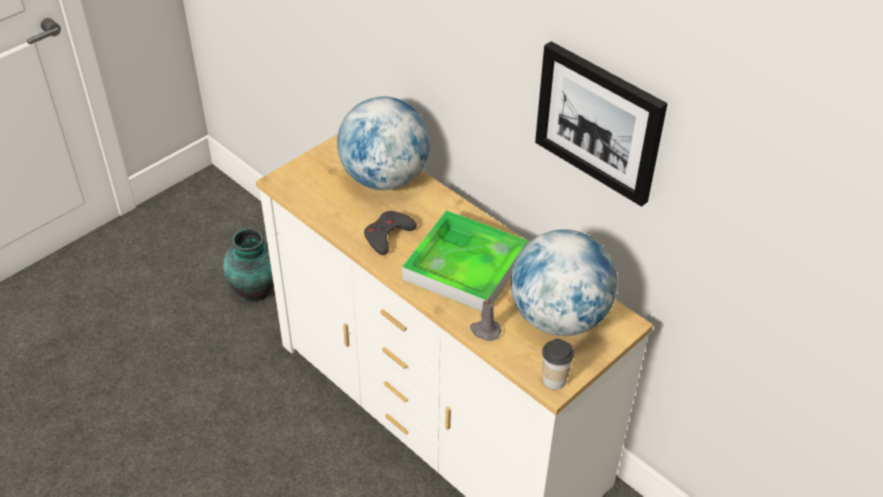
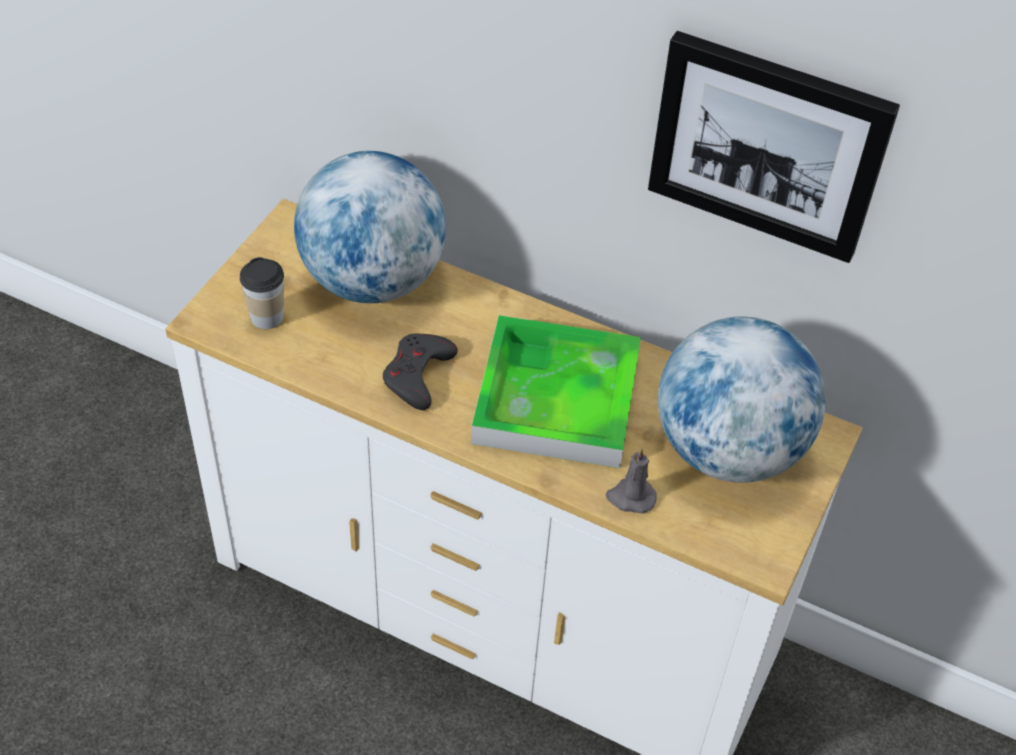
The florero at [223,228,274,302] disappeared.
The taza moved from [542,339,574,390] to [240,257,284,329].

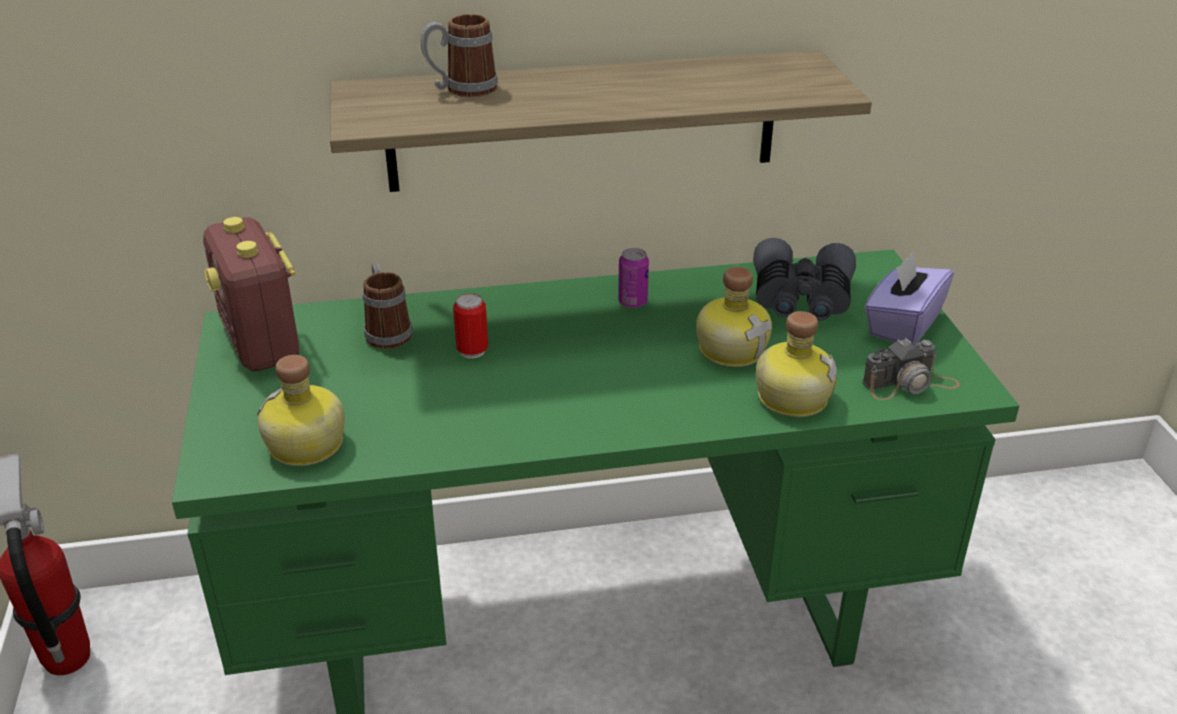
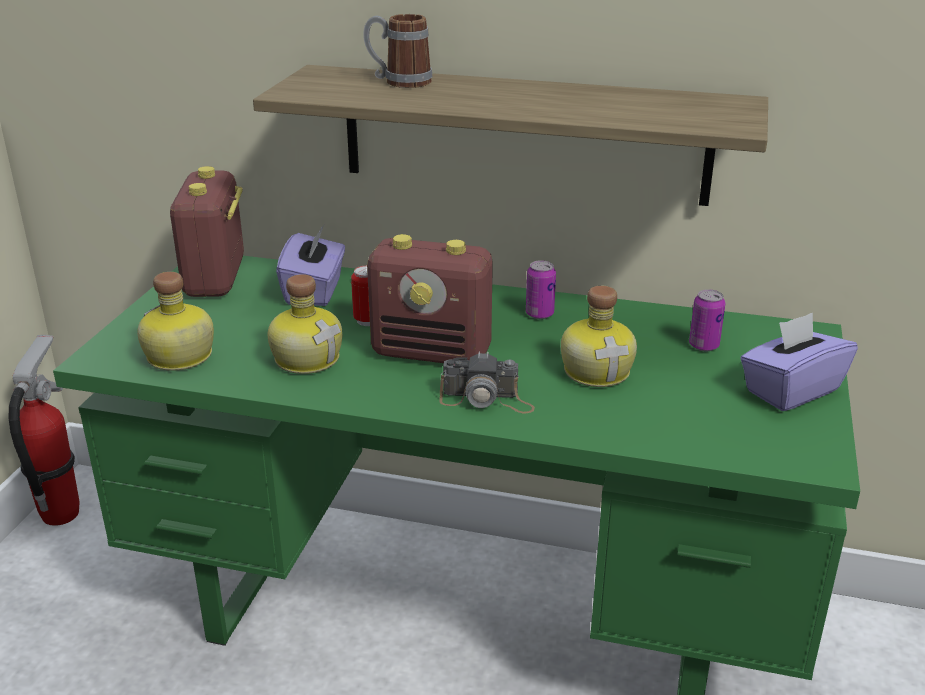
The prismáticos/gris at [753,238,856,320] was replaced by the lata at [689,289,725,351].
The taza grande at [363,263,413,349] was replaced by the caja de pañuelos/morado at [276,225,345,306].
The botella moved from [756,311,837,417] to [267,274,342,374].
The cámara moved from [862,338,960,400] to [439,352,535,413].
The radio at [367,234,493,363] appeared.

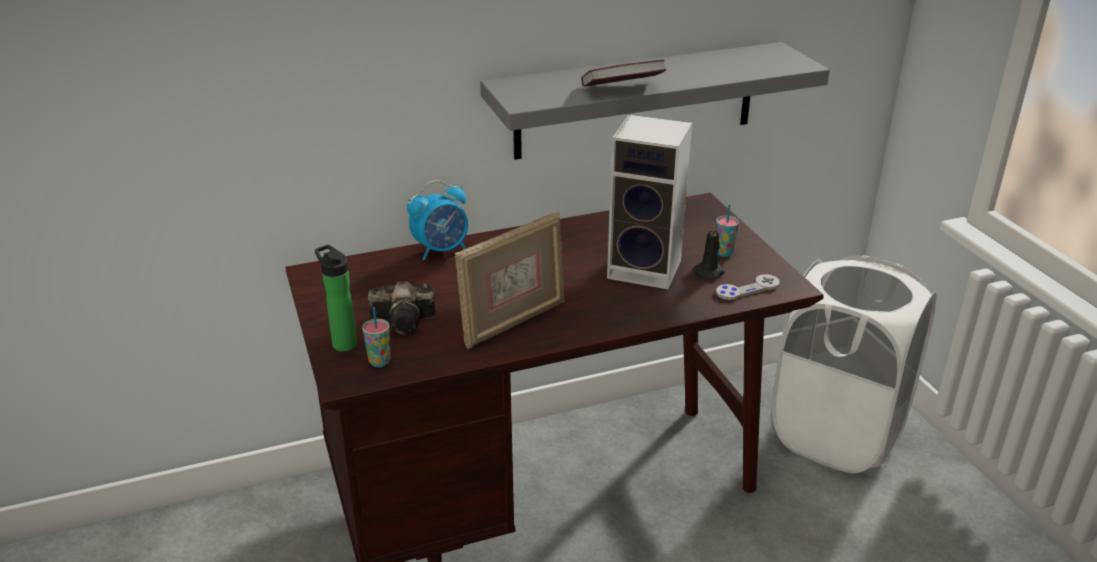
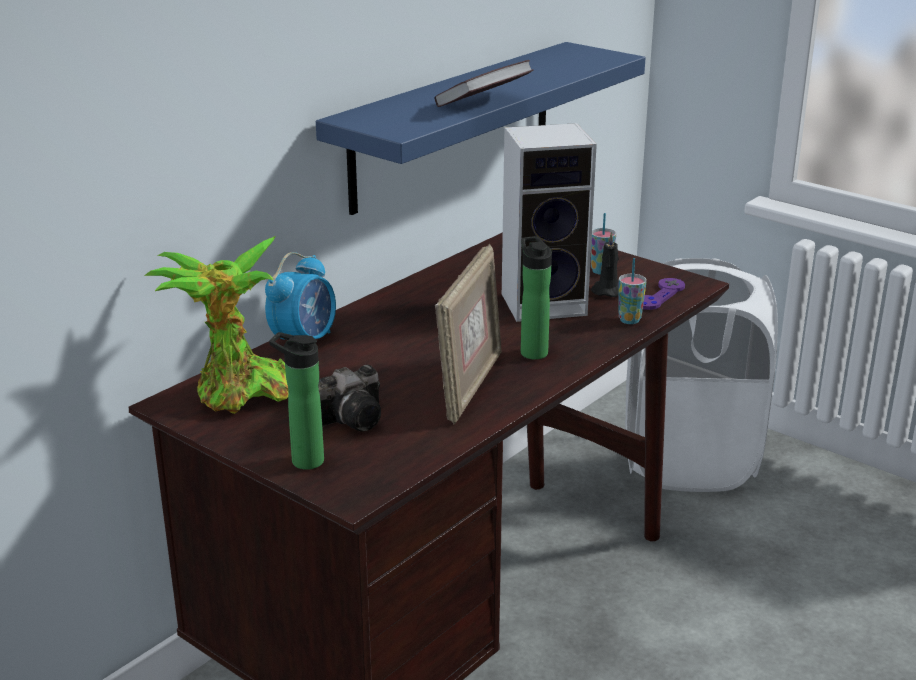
The estante/gris at [480,42,830,160] became the estante/azul at [316,42,645,215].
The mando de consola/gris at [716,274,780,300] became the mando de consola/morado at [643,278,685,310].
The taza moved from [362,307,391,367] to [619,258,647,324].
The planta en maceta at [144,236,288,414] appeared.
The botella at [521,236,552,360] appeared.

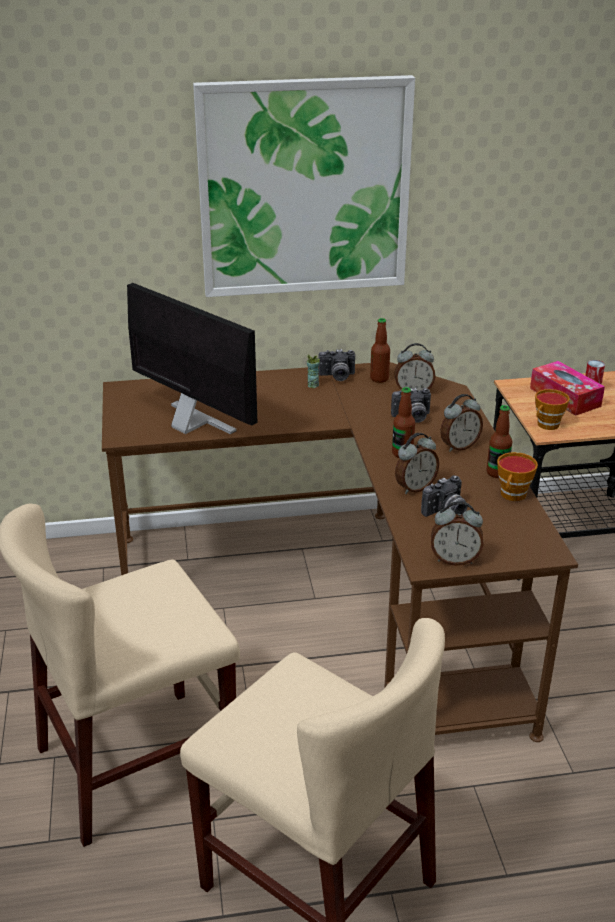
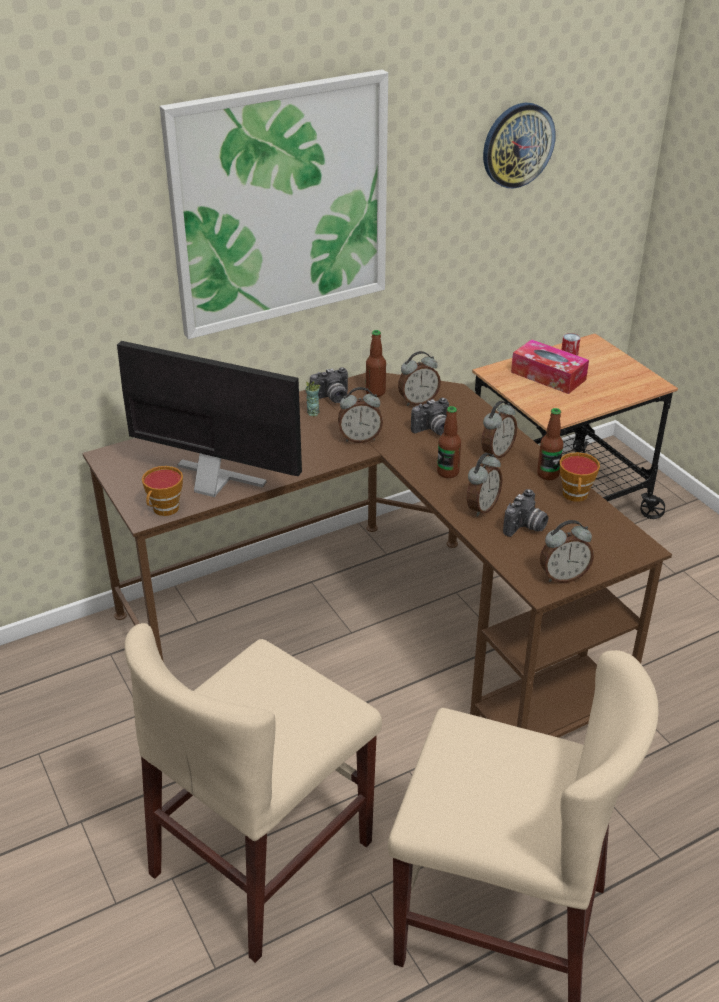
The taza moved from [535,389,570,430] to [142,466,183,516].
The reloj de pared at [483,103,556,188] appeared.
The despertador at [338,387,383,443] appeared.

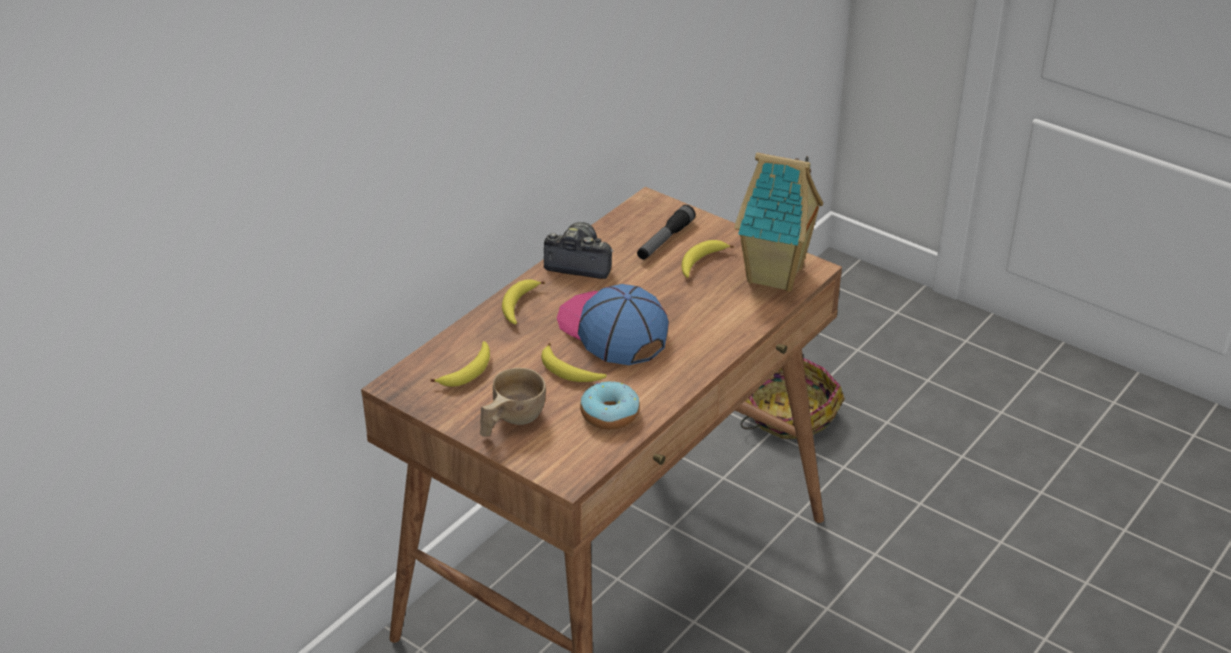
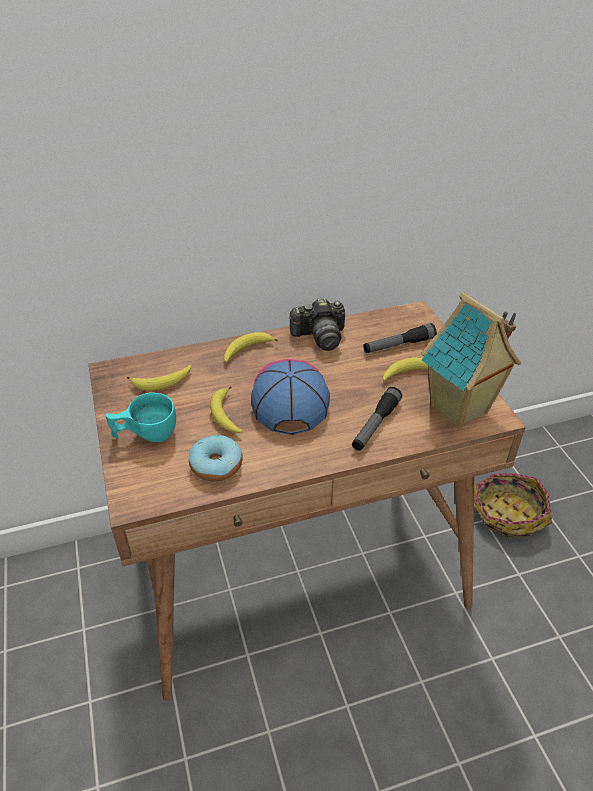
The cámara at [544,222,614,279] turned 120 degrees clockwise.
The taza/beis at [480,368,546,436] became the taza/turquesa at [106,392,176,442].
The linterna at [352,387,402,451] appeared.

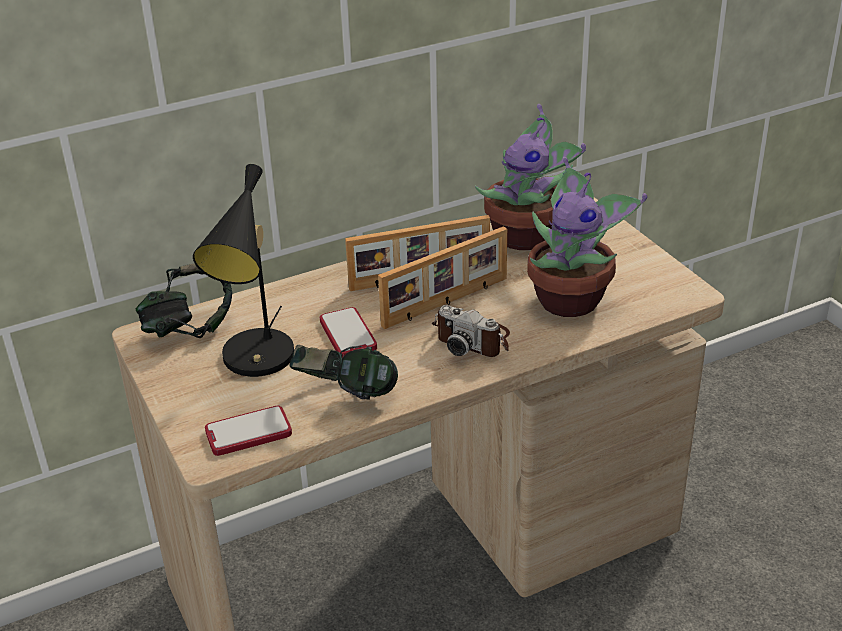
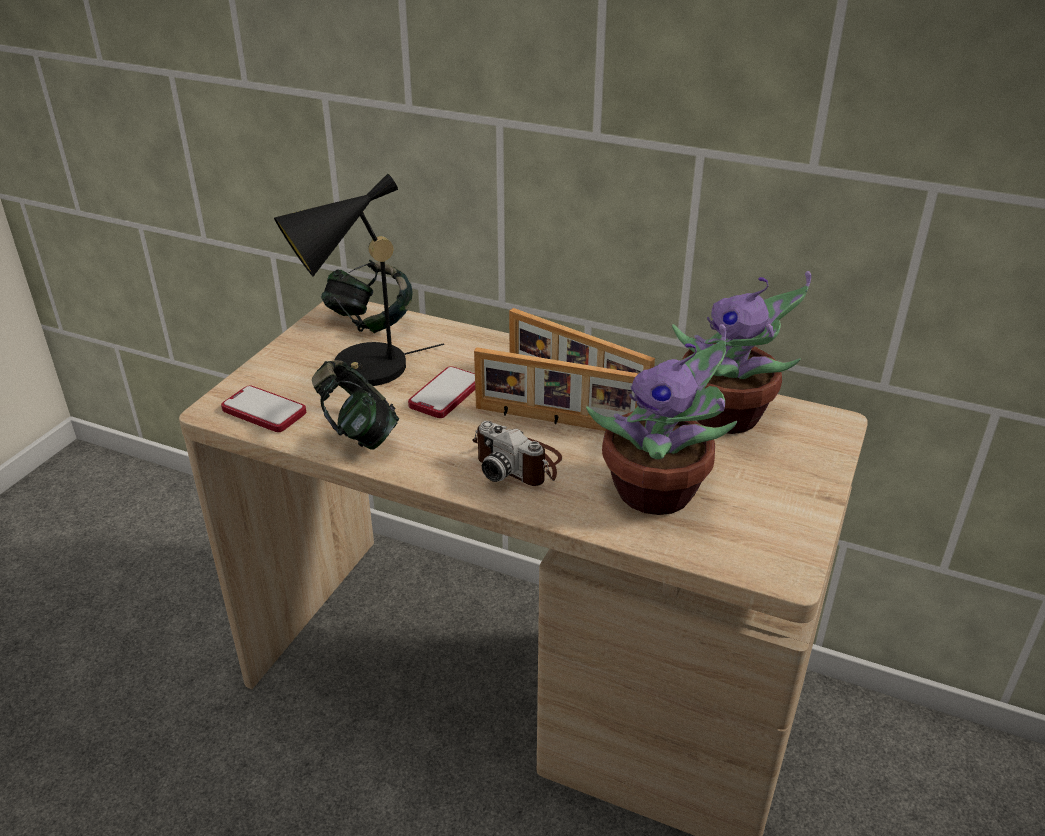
The cámara at [432,305,510,357] turned 45 degrees counterclockwise.

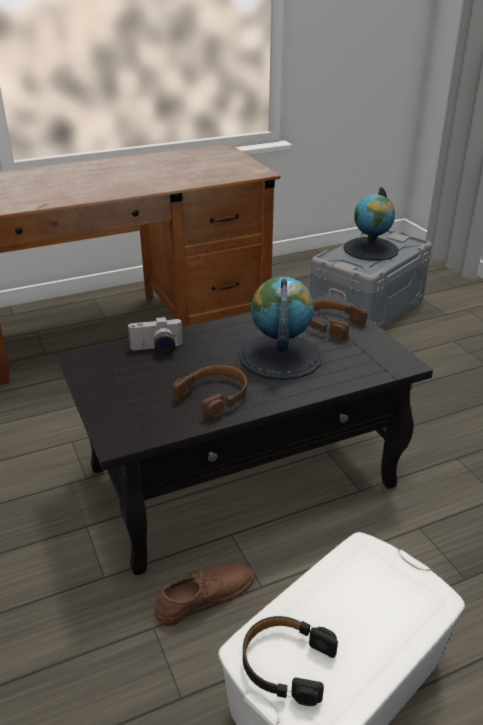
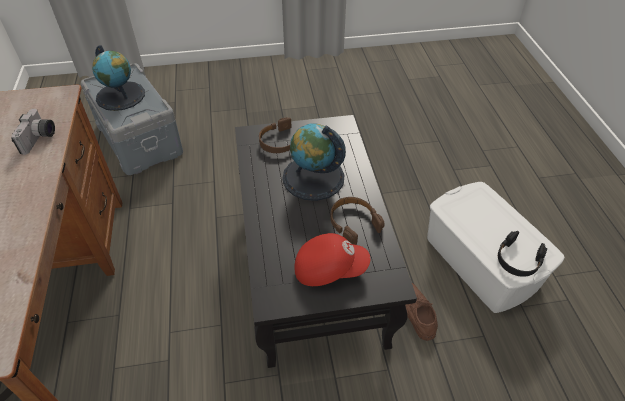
The cámara moved from [127,316,183,354] to [11,109,55,155].
The gorra/rojo at [295,233,370,286] appeared.

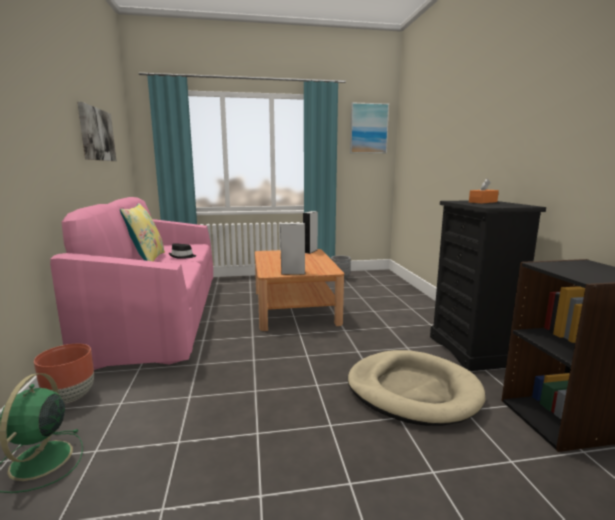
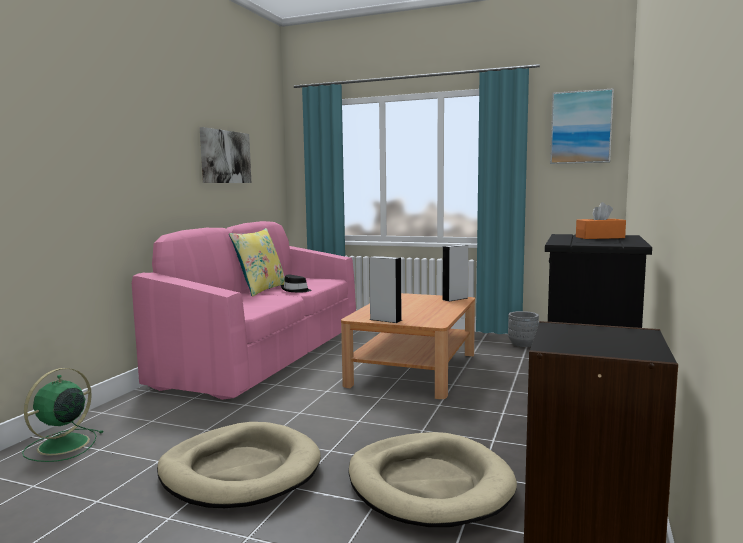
The maceta/marrón at [34,344,94,403] disappeared.
The cama para perro/beis at [157,422,321,508] appeared.

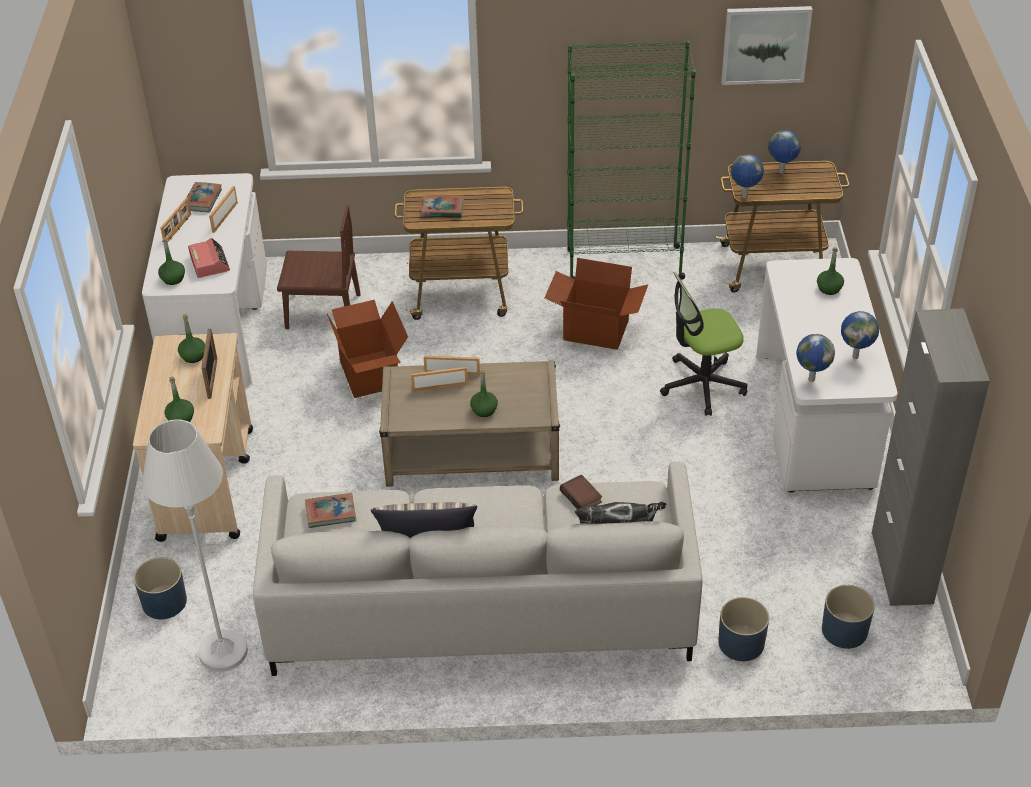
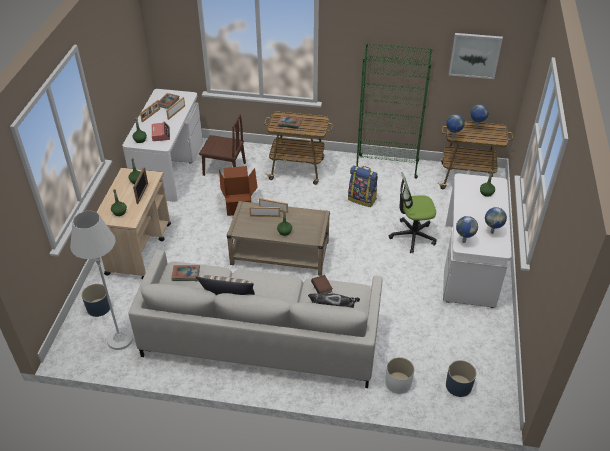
The caja de cartón at [544,258,648,350] was replaced by the mochila at [348,165,378,207].
The armario/gris at [872,308,990,606] disappeared.
The maceta/azul at [718,597,769,661] became the maceta/blanco at [385,357,414,394].

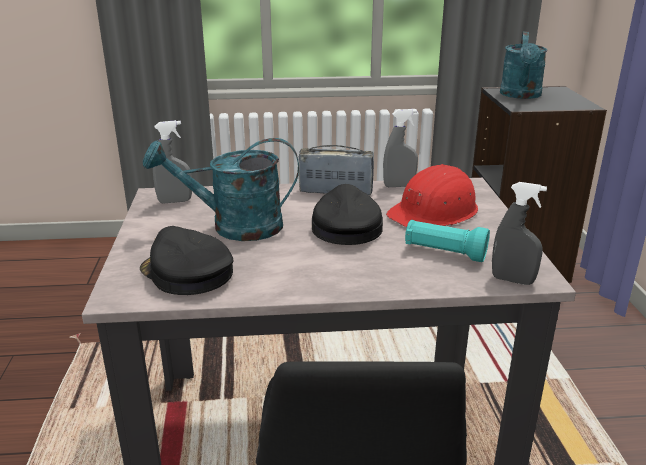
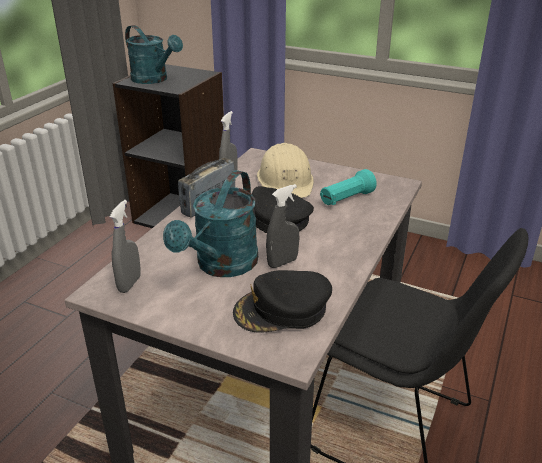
The casco/rojo at [386,164,478,227] became the casco/beis at [257,143,314,198].
The pulverizador/gris moved from [492,182,547,285] to [266,184,299,268].

